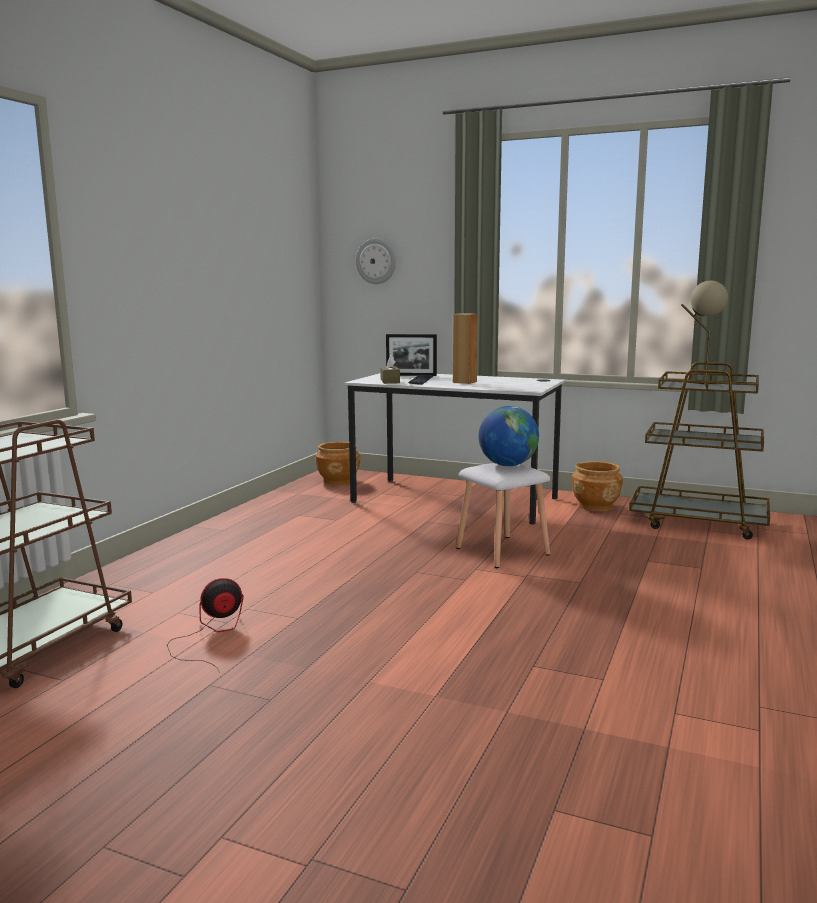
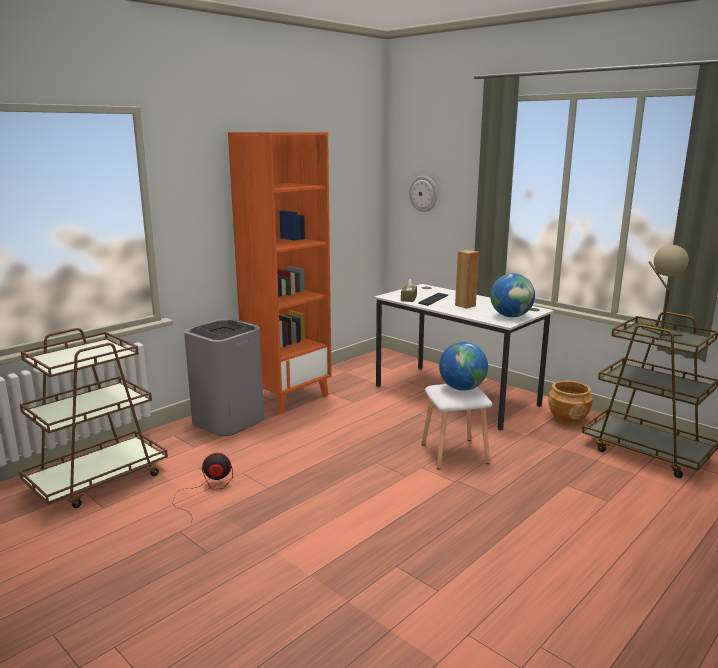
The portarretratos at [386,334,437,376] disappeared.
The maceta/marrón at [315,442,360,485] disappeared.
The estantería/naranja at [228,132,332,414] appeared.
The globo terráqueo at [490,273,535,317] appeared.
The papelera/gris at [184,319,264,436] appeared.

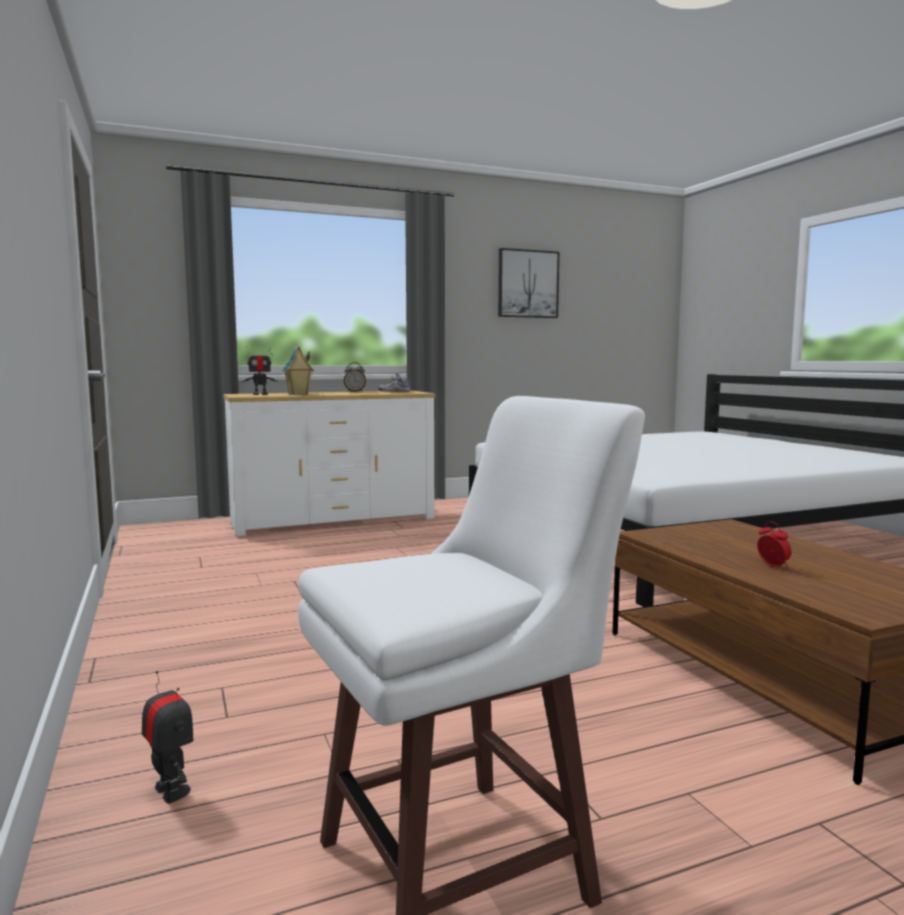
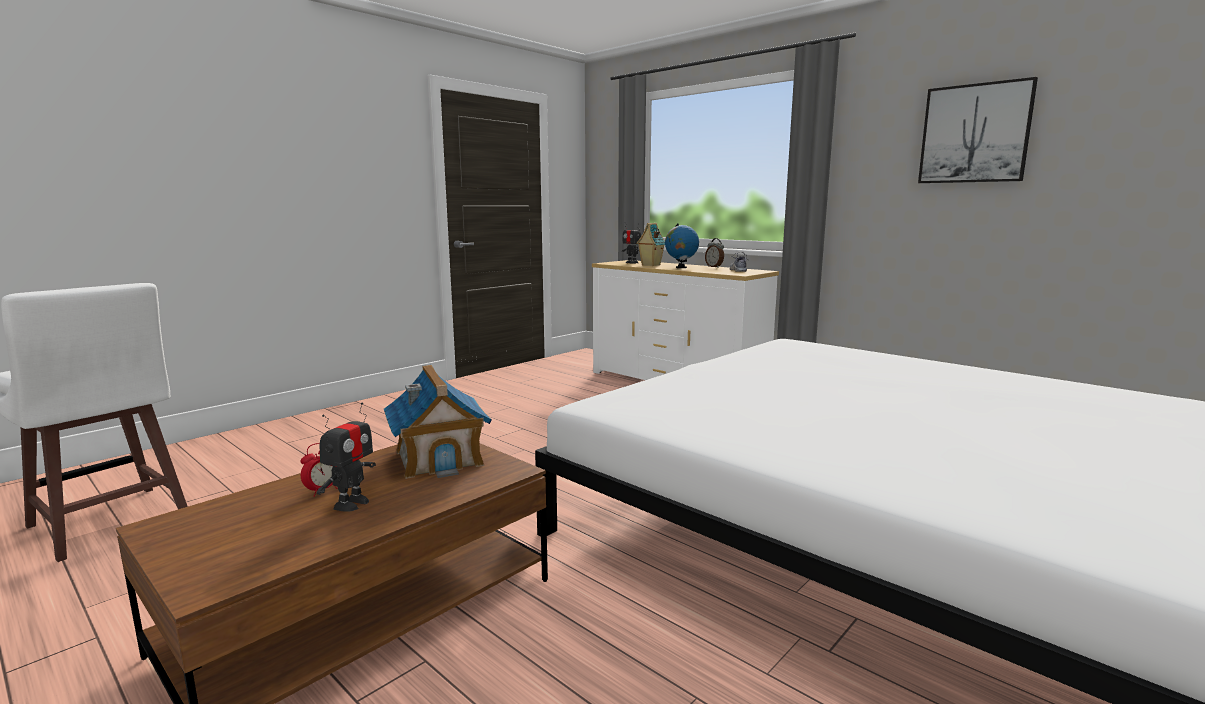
The robot de juguete moved from [142,671,194,804] to [317,402,376,512].
The globo terráqueo at [665,223,699,268] appeared.
The casita at [384,365,492,479] appeared.

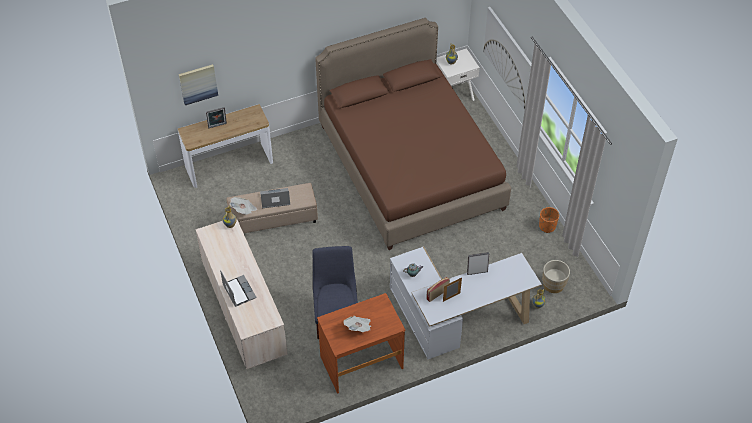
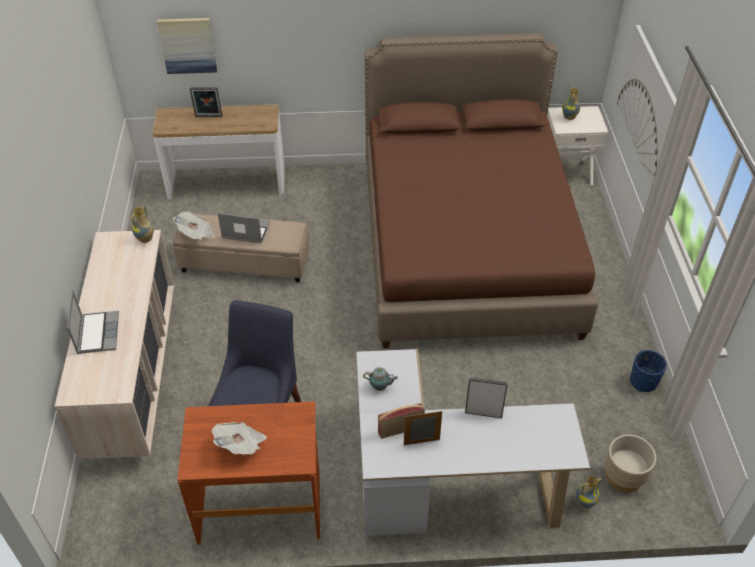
The maceta/naranja at [539,207,559,233] became the maceta/azul at [630,350,667,392].

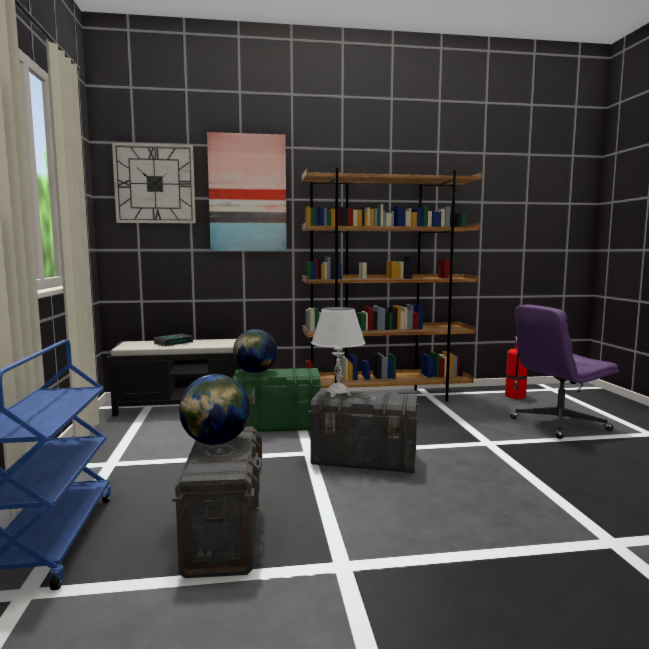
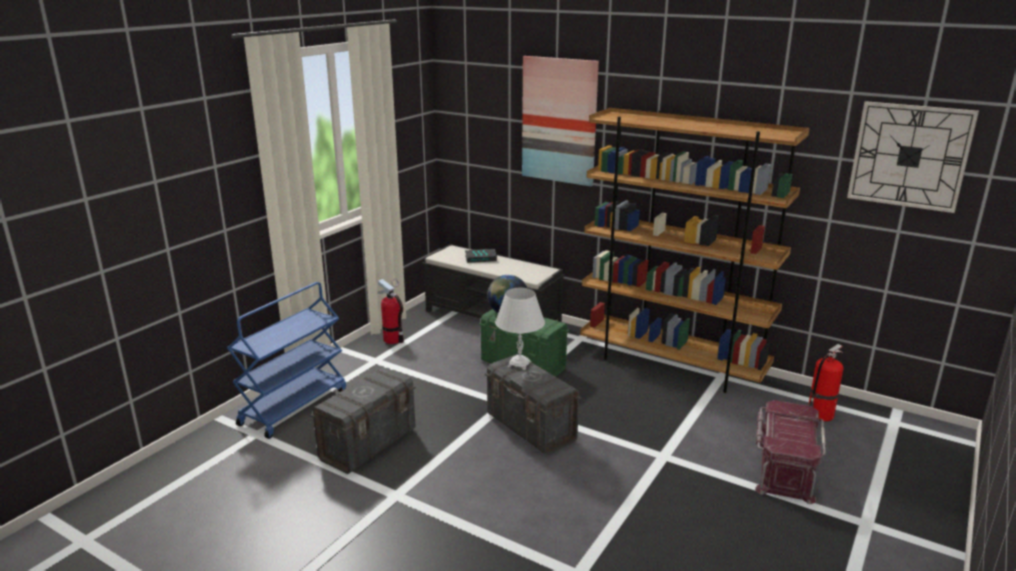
The reloj de pared moved from [112,143,196,223] to [847,101,979,213].
The silla de oficina/morado at [510,304,619,439] was replaced by the caja de almacenaje/rojo at [755,400,826,504].
The globo terráqueo at [179,374,250,445] disappeared.
The extintor at [377,279,404,344] appeared.

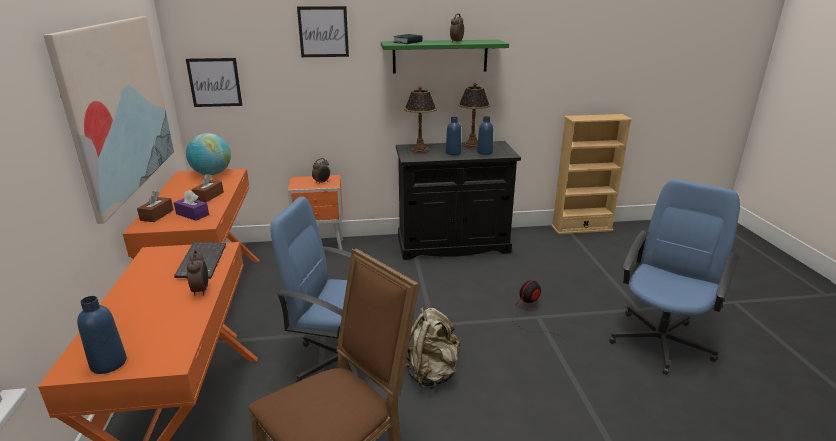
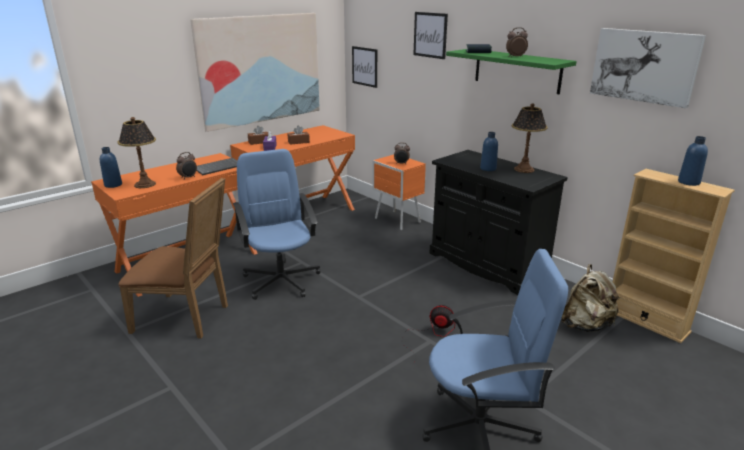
The lámpara de mesa moved from [404,86,437,153] to [117,117,156,188].
The botella/azul moved from [477,116,493,155] to [678,136,708,186].
The globo terráqueo at [186,133,231,175] disappeared.
The mochila/beis moved from [405,307,460,389] to [561,264,621,332].
The cuadro at [590,28,706,108] appeared.

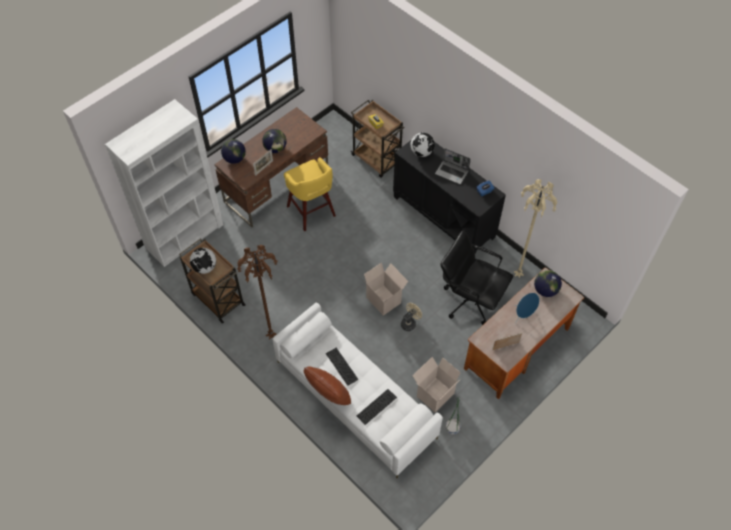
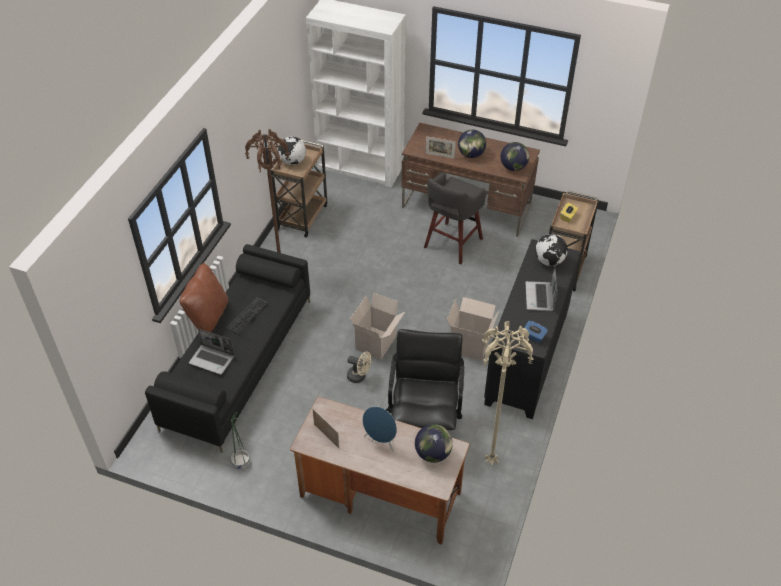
The globo terráqueo moved from [221,139,246,164] to [500,142,529,171].
The taburete/amarillo at [284,157,336,231] became the taburete/gris at [424,172,486,264].
The sofá/blanco at [272,303,443,478] became the sofá/negro at [145,244,310,453].
The caja de cartón moved from [412,357,461,412] to [447,297,499,361].
The teclado at [357,389,397,425] was replaced by the portátil at [189,329,235,375].

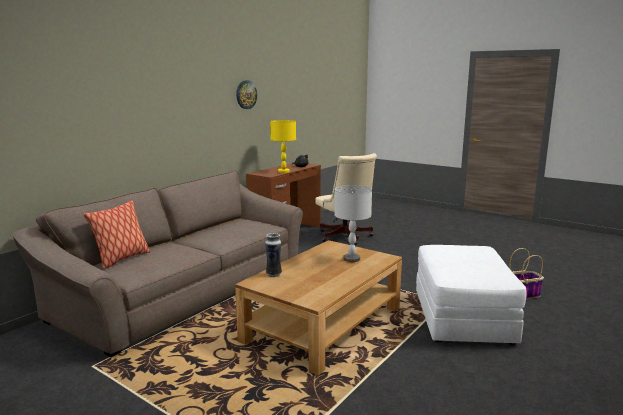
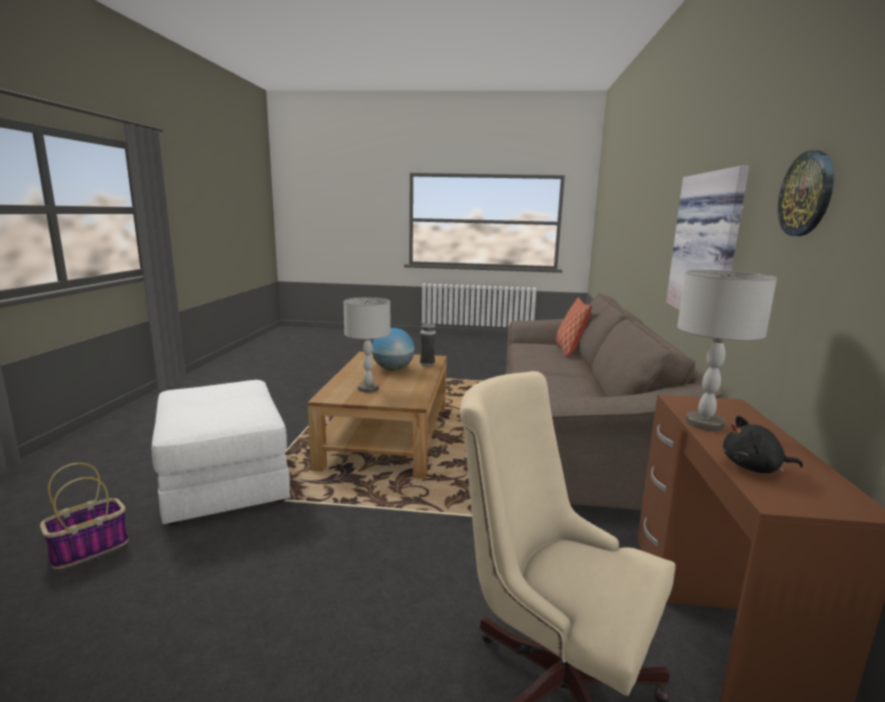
The lámpara de mesa/amarillo at [270,120,296,173] became the lámpara de mesa/gris at [677,270,777,431].
The cuadro at [666,166,749,310] appeared.
The globo terráqueo at [372,328,415,371] appeared.

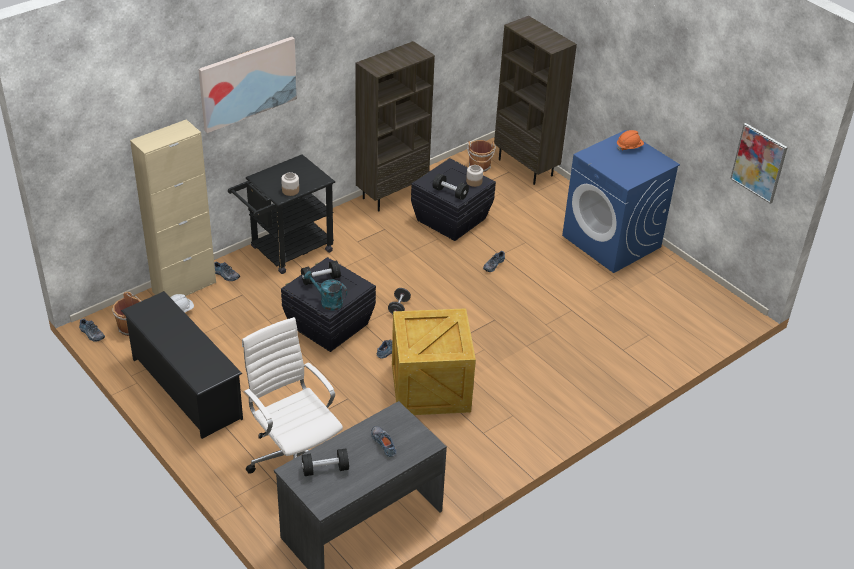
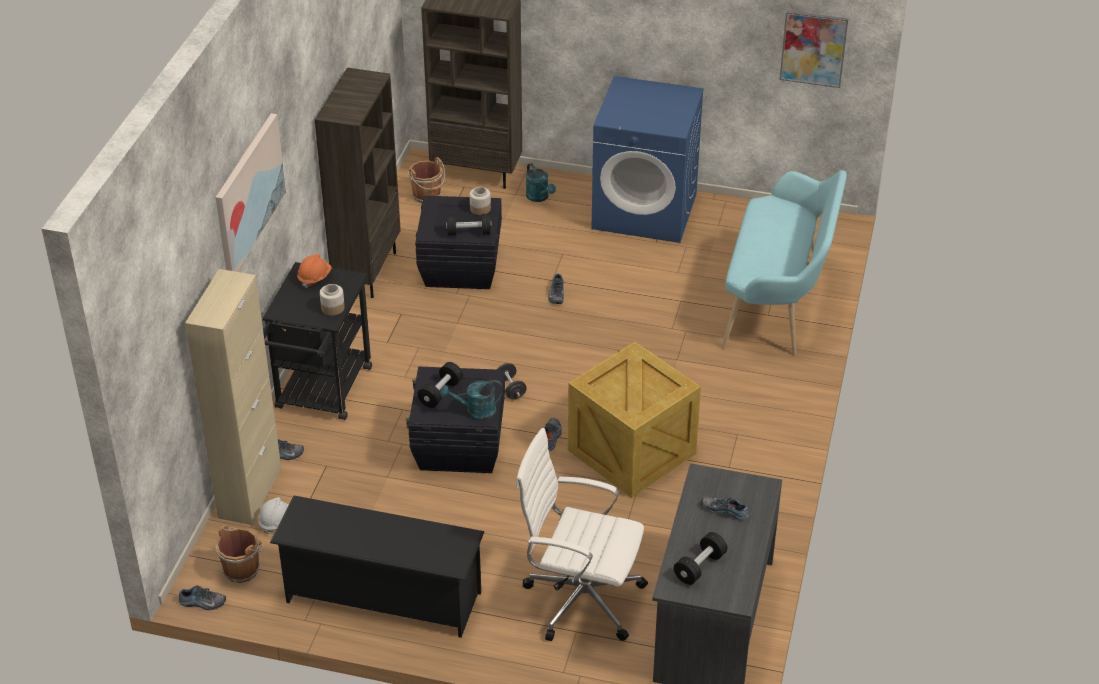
The casco/naranja moved from [617,130,644,151] to [297,254,332,288].
The regadera/turquesa at [526,163,556,202] appeared.
The banco/turquesa at [721,170,847,355] appeared.

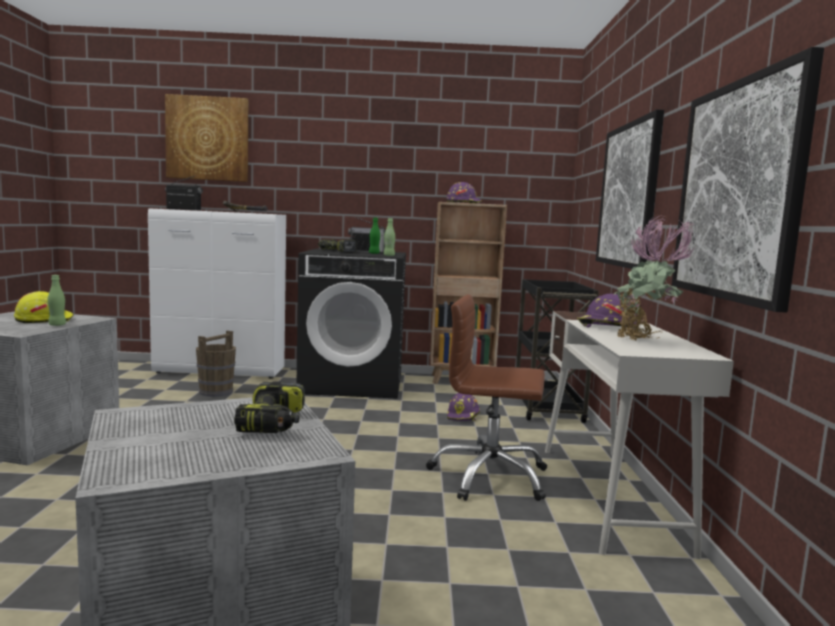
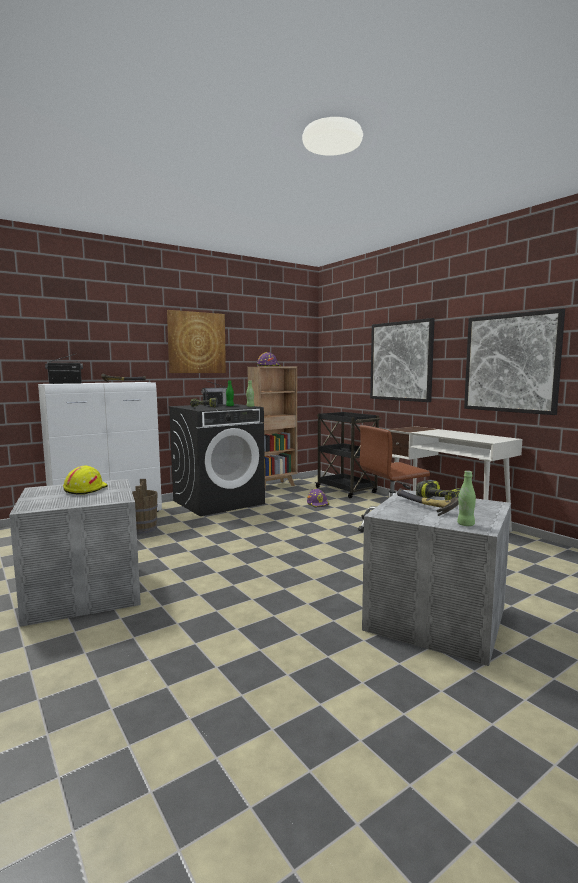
The cuadro moved from [165,94,248,182] to [167,310,226,373].
The planta en maceta at [614,215,695,341] disappeared.
The botella/verde moved from [48,275,66,326] to [457,471,476,526].
The casco/morado at [577,294,637,328] disappeared.
The martillo at [397,488,459,516] appeared.

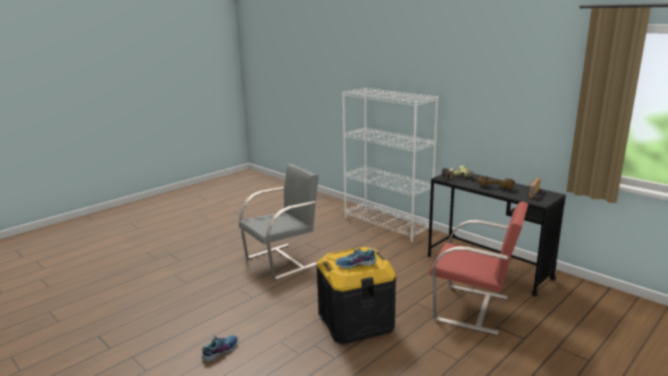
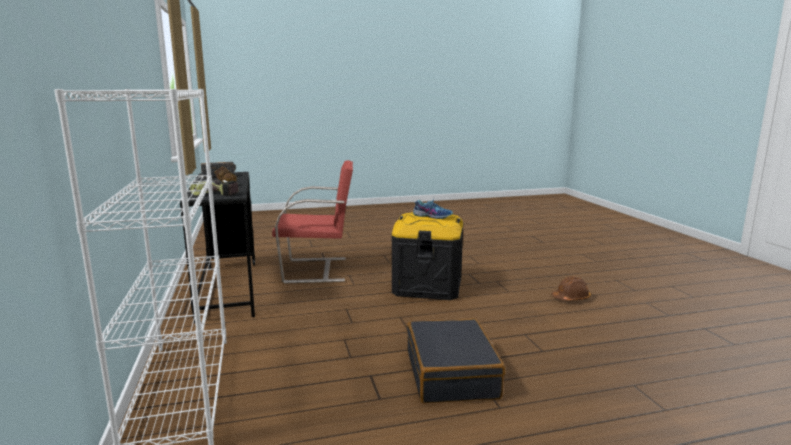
The silla/gris at [239,164,319,280] was replaced by the maleta/negro at [407,319,505,403].
The silla/rojo at [430,201,528,335] turned 120 degrees clockwise.
The zapato at [201,334,238,362] was replaced by the casco/marrón at [551,276,591,301].

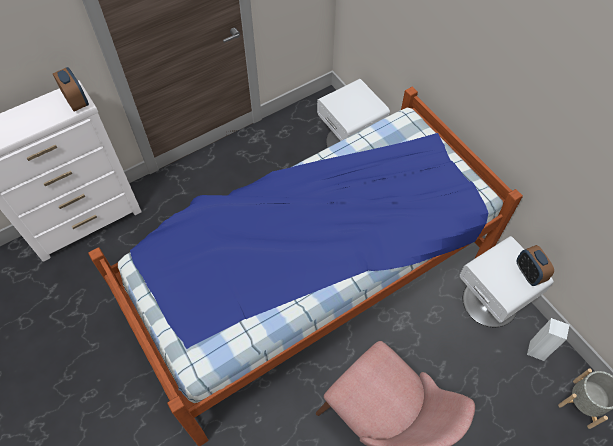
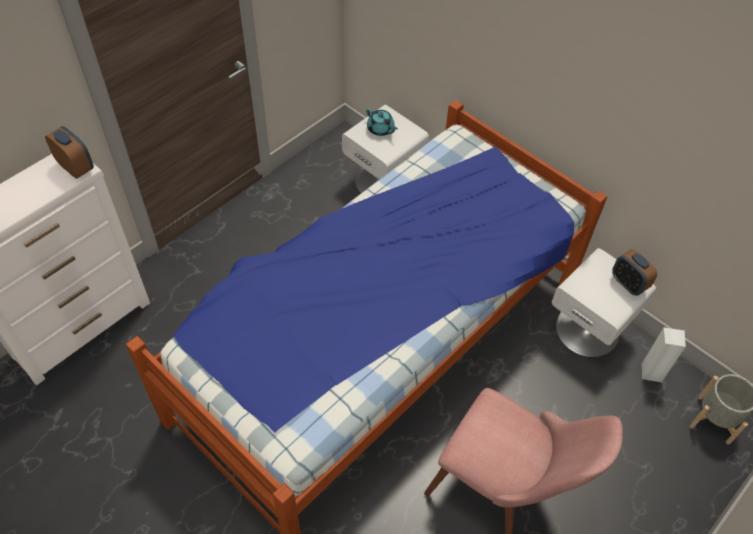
The tetera/turquesa at [366,108,398,136] appeared.

